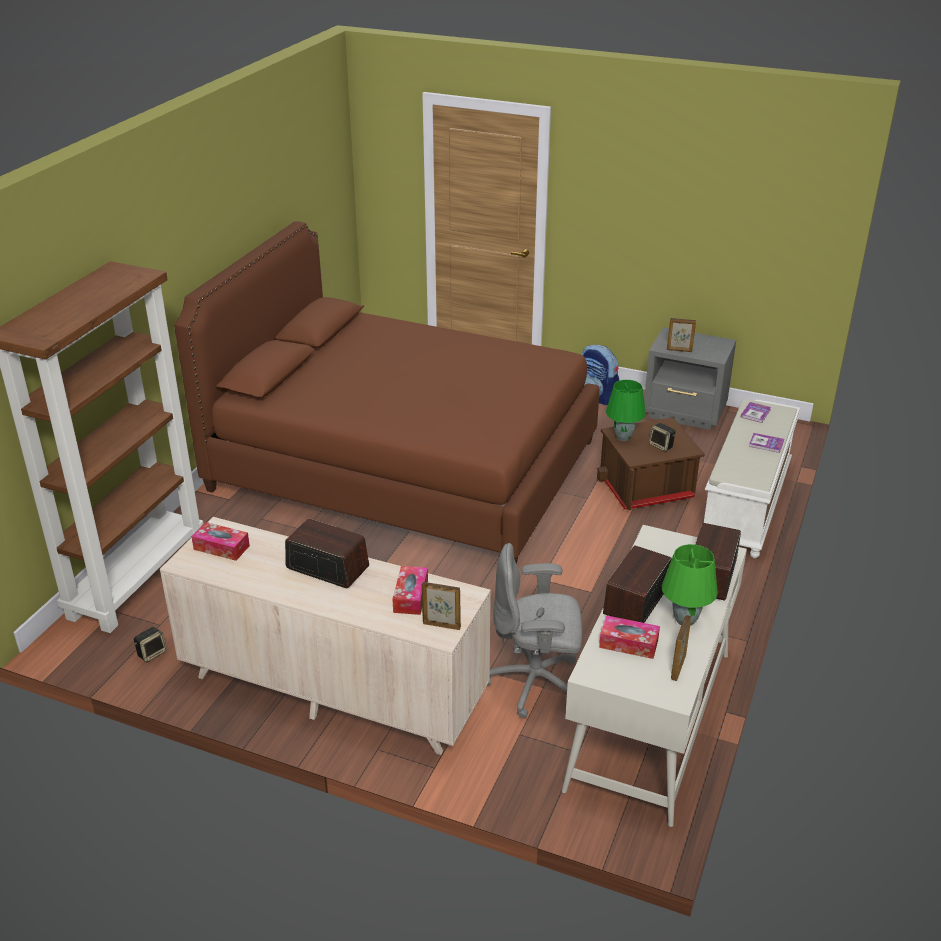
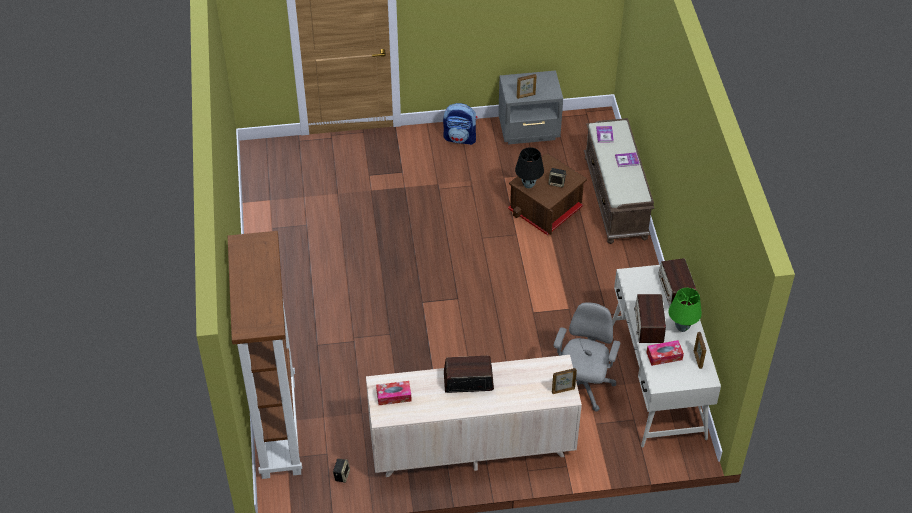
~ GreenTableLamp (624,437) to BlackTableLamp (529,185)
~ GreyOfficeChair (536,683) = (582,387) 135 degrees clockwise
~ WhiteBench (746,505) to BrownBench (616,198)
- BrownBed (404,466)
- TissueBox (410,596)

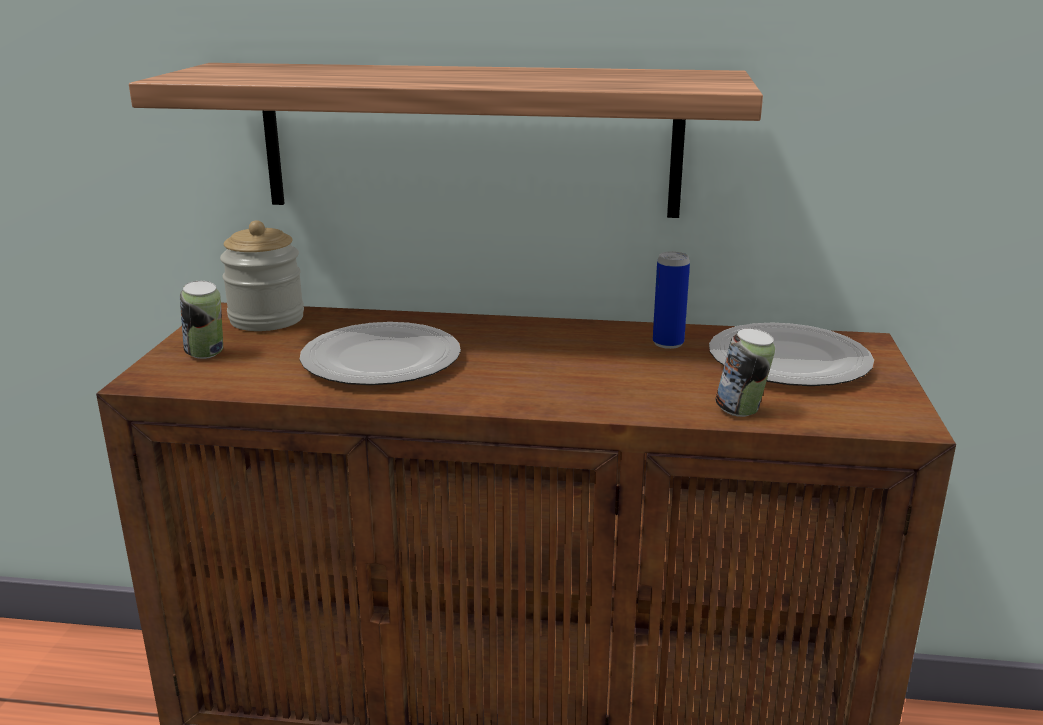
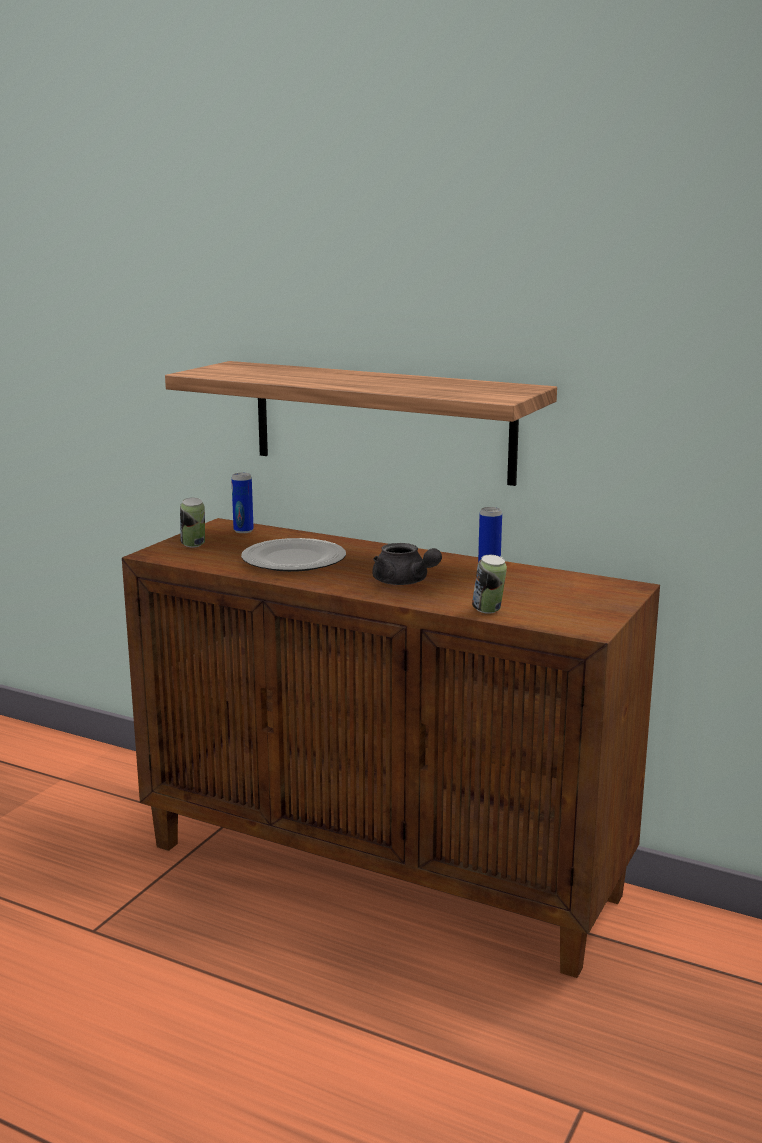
~ Jar (267,319) to Can (243,531)
+ GreyTeapot (404,582)
- Plate (787,361)

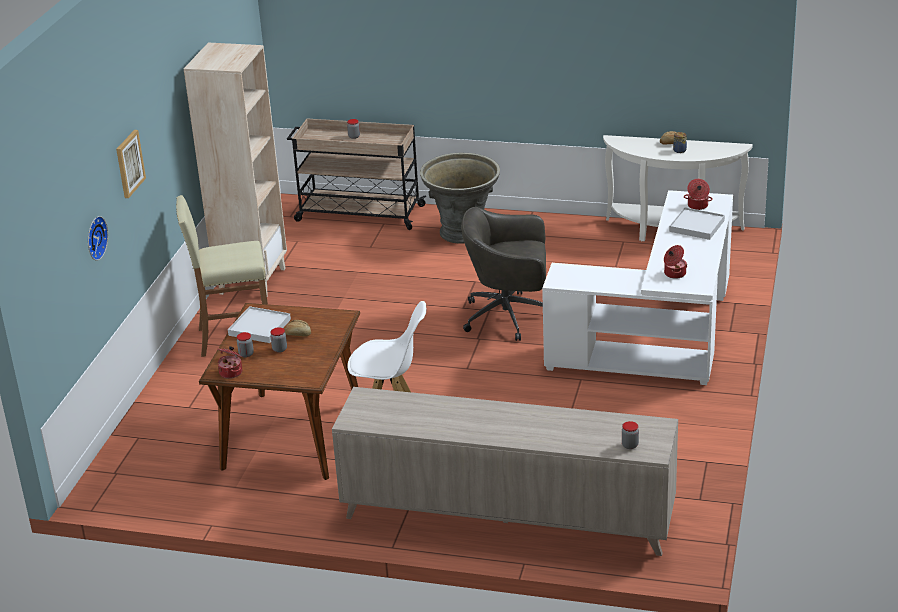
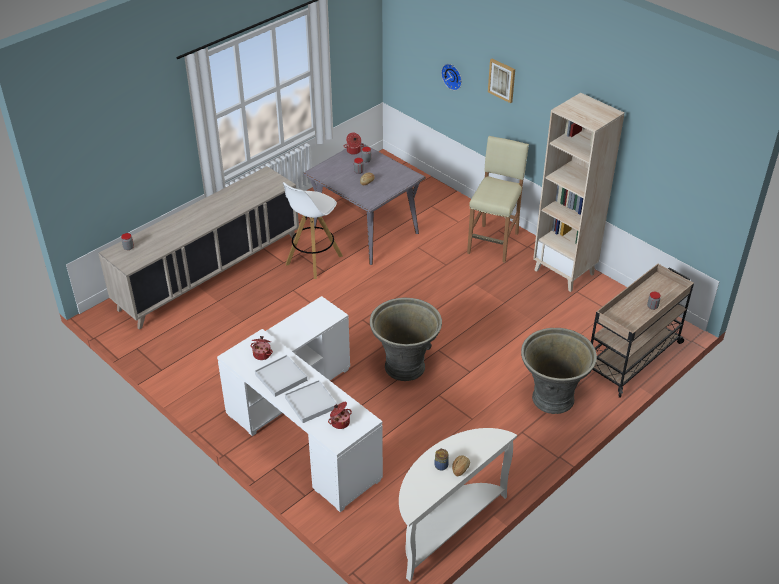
~ WhiteTray (259,327) to (281,377)
~ BrownDiningTable (292,435) to GreyDiningTable (365,231)
~ GreyOfficeChair (509,316) to GreyPlanter (405,366)

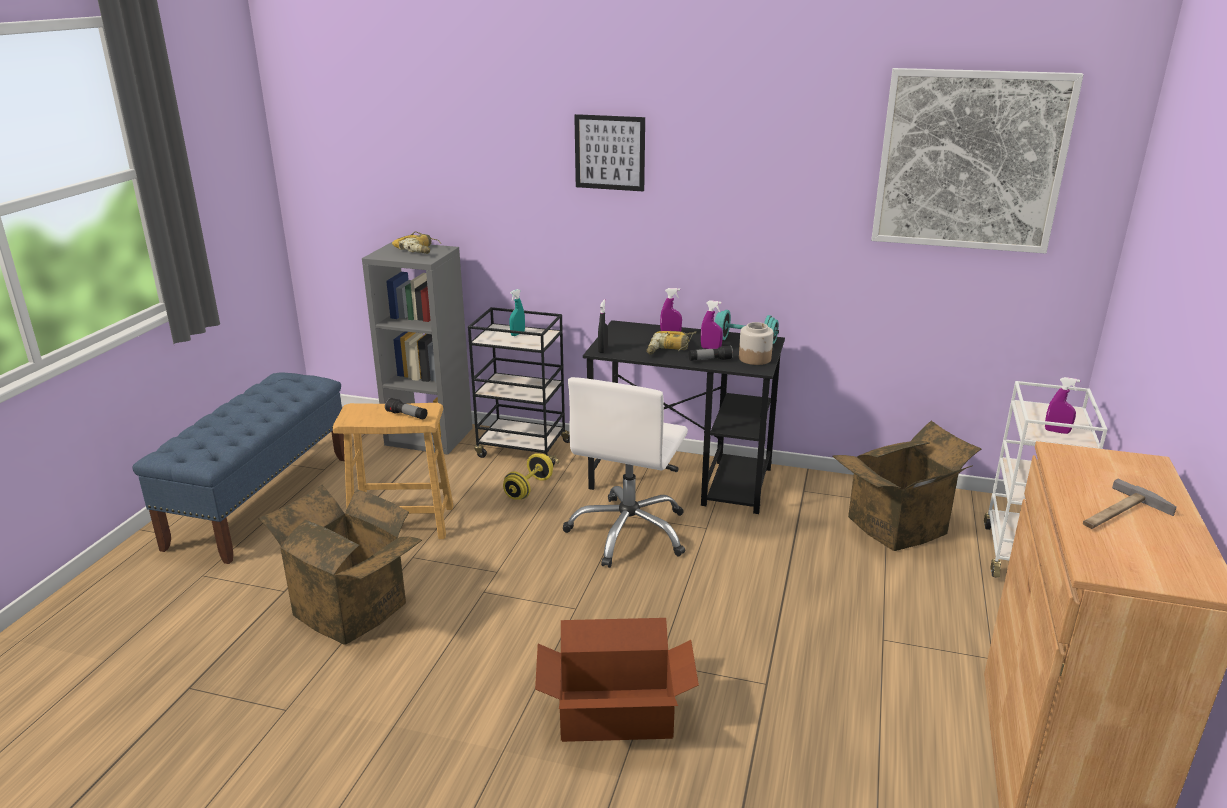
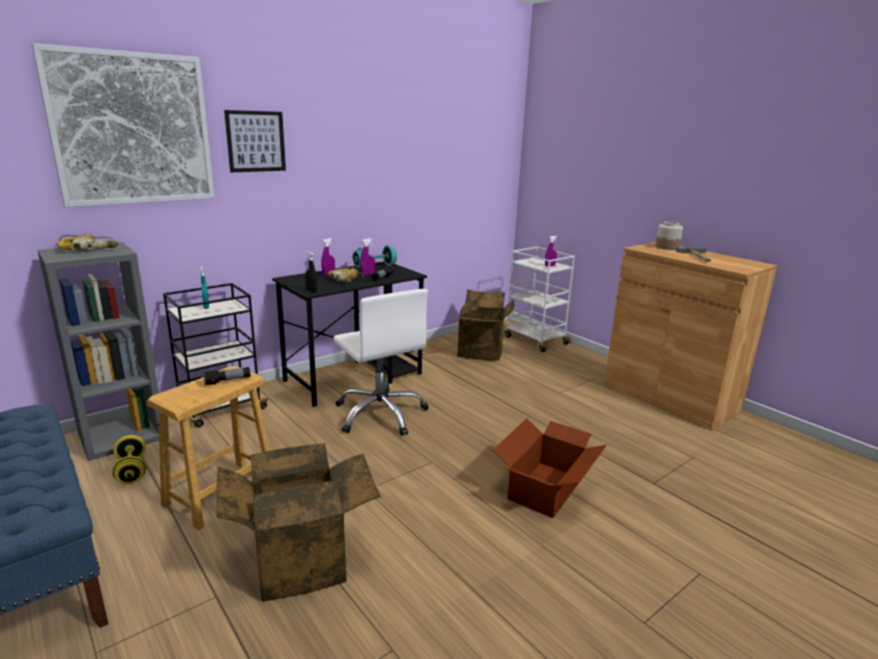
~ Picture (970,161) to (132,129)
~ YellowDumbbell (529,488) to (131,471)
~ Jar (755,358) to (667,247)

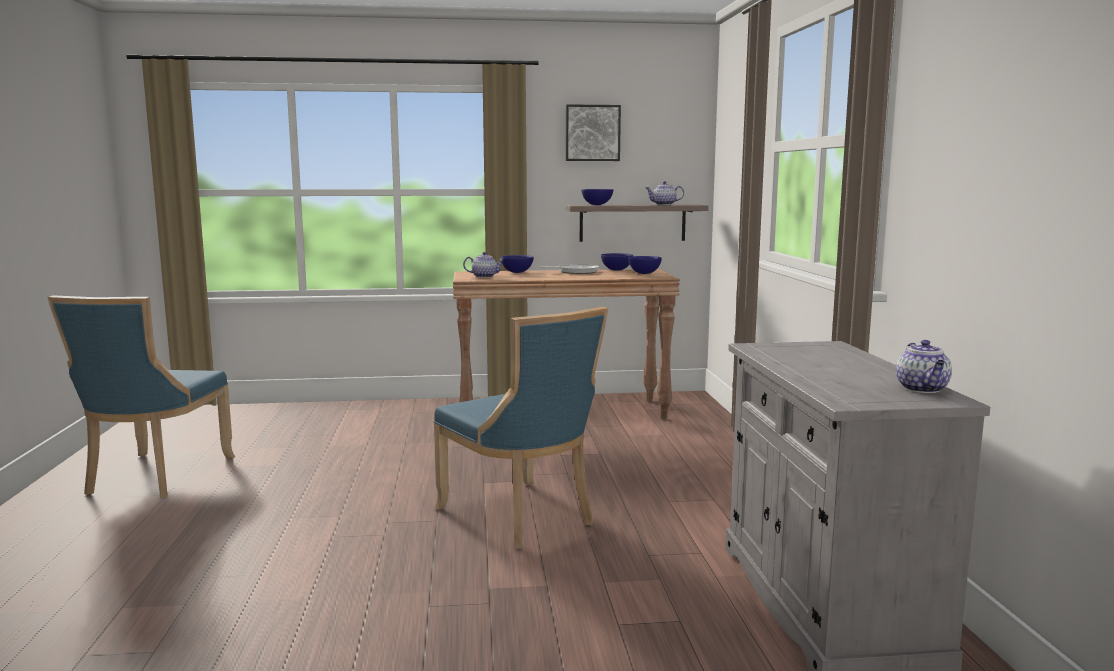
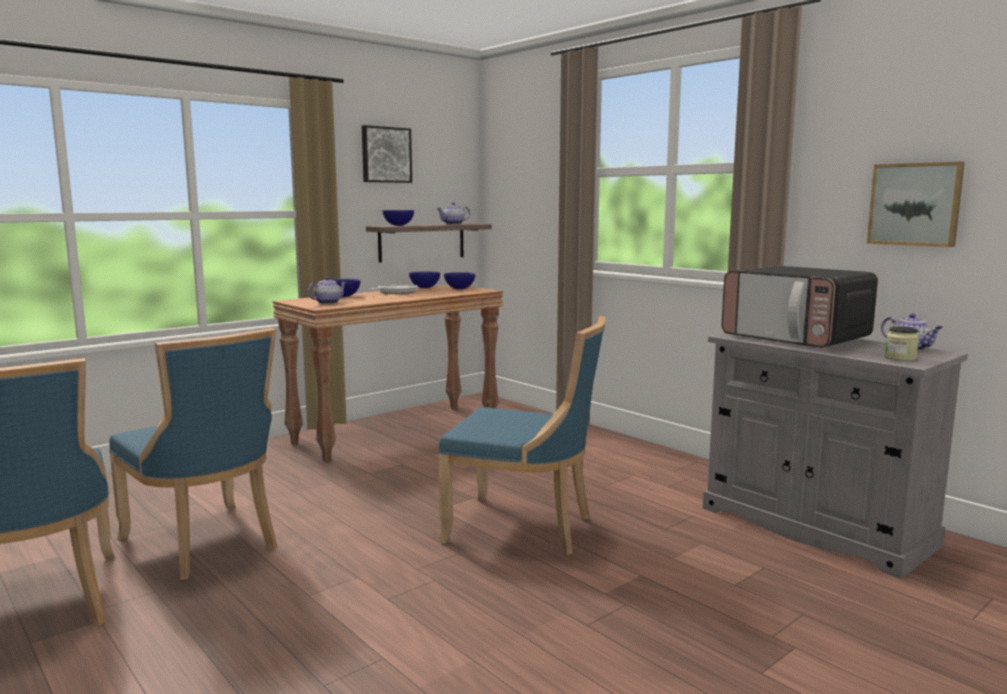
+ BlueChair (205,544)
+ Microwave (796,338)
+ Picture (915,204)
+ Jar (900,358)

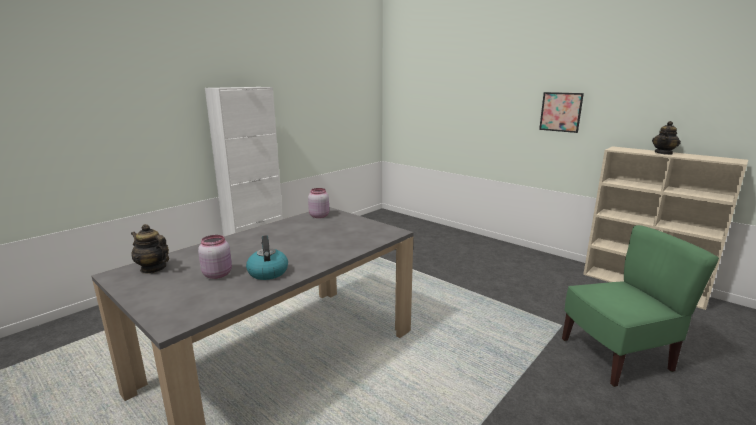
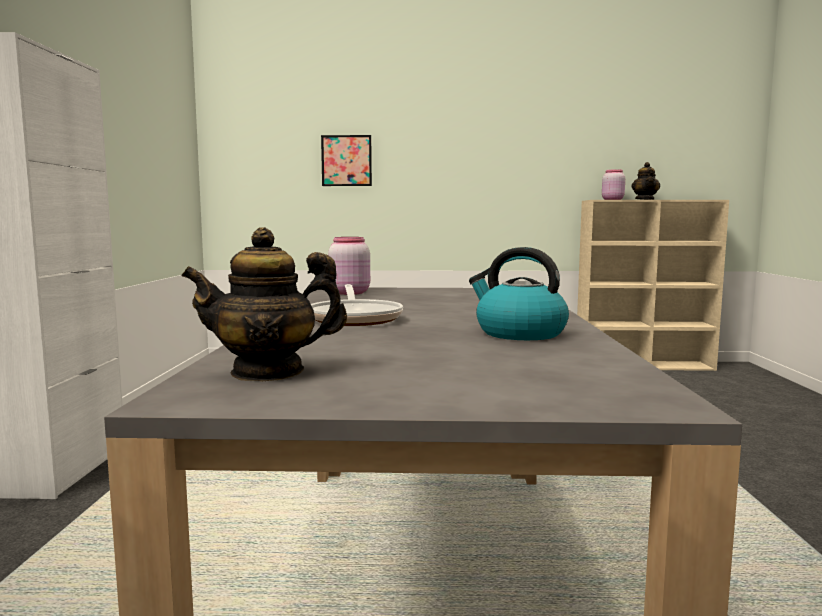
+ FryingPan (355,318)
~ Picture (560,112) to (346,160)
~ PinkJar (218,274) to (612,200)
- GreenChair (617,356)

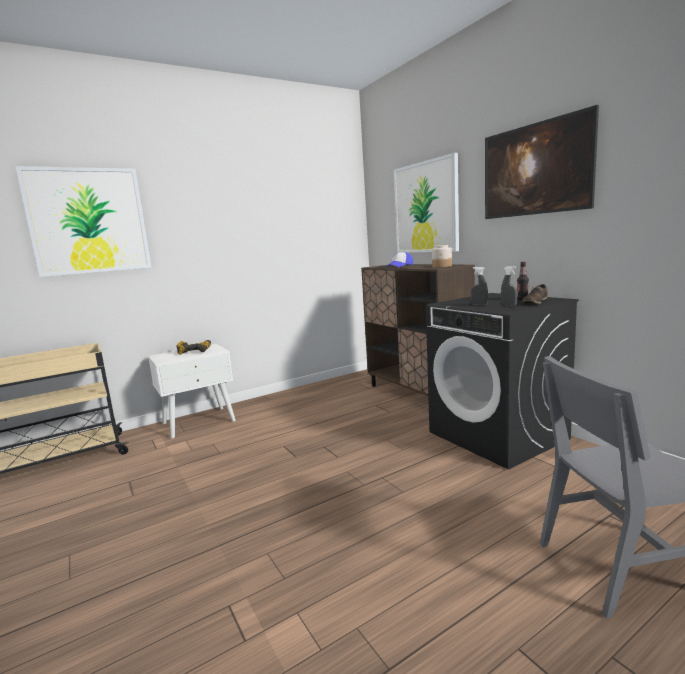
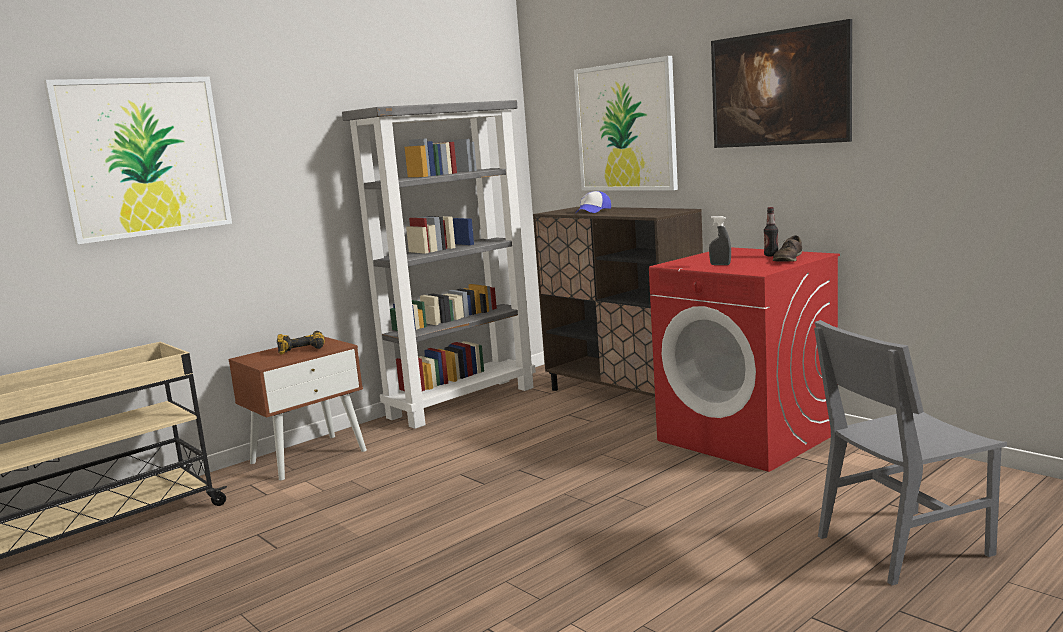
~ WhiteNightstand (199,422) to BrownNightstand (309,456)
+ GreyBookcase (462,402)
~ BlackWashingMachine (498,435) to RedWashingMachine (748,437)
- Jar (442,266)
- GreySprayBottle (509,306)

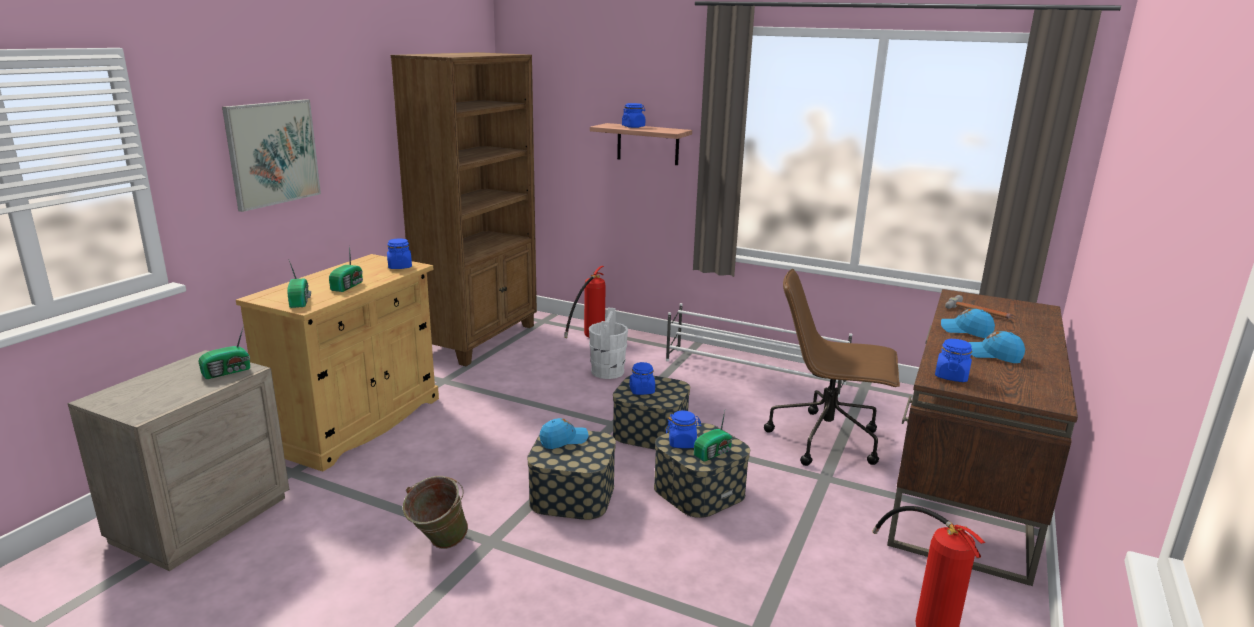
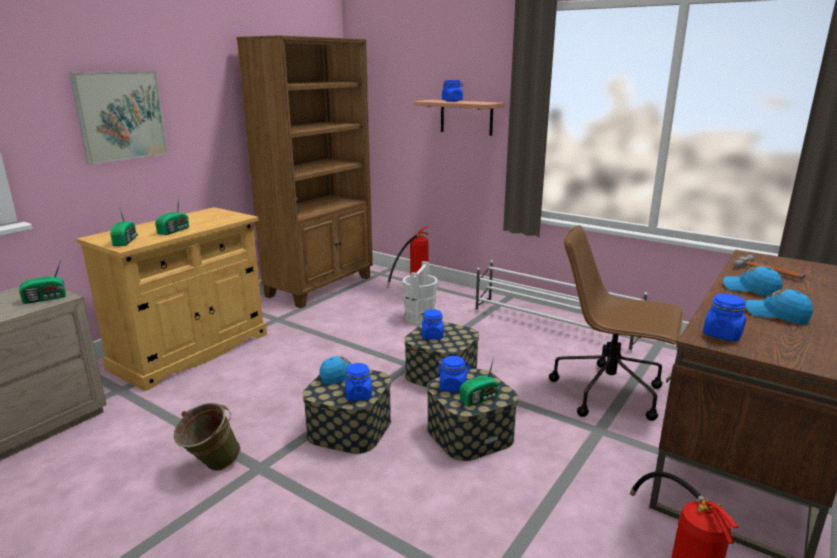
~ BlueJar (400,266) to (358,394)

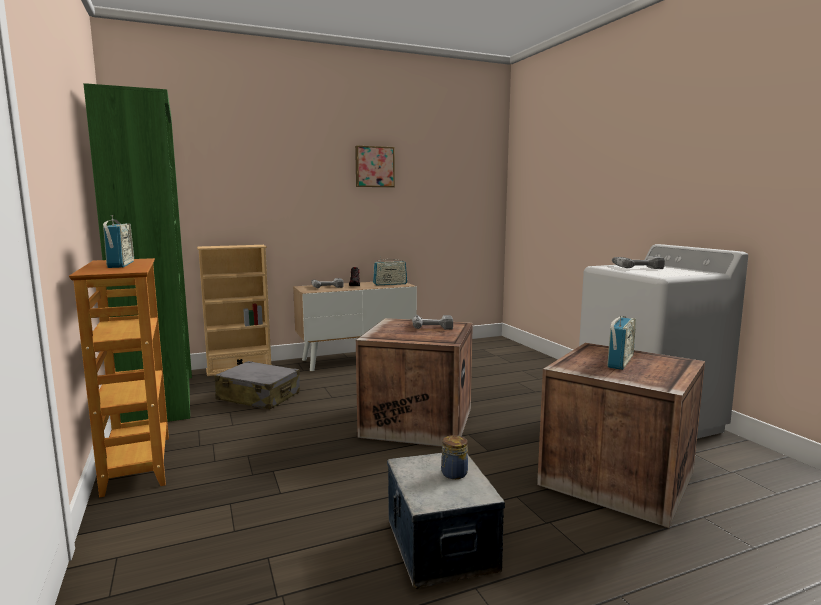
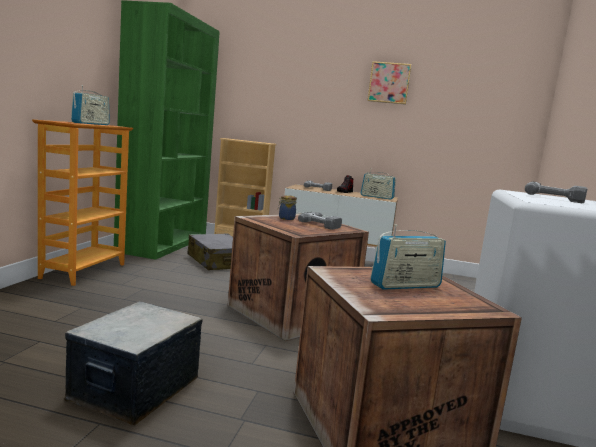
~ Jar (453,474) to (286,218)

